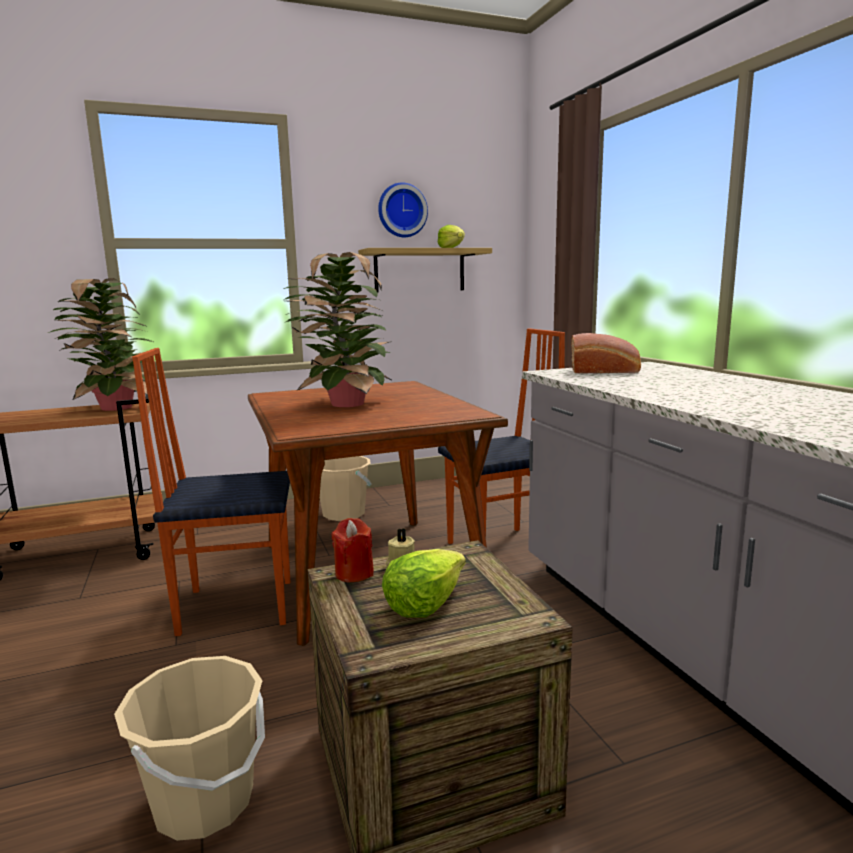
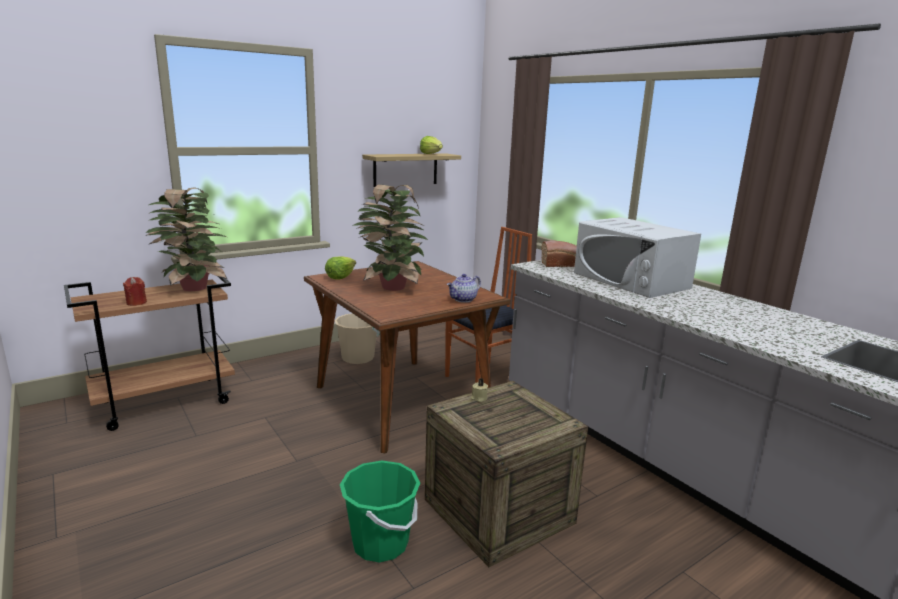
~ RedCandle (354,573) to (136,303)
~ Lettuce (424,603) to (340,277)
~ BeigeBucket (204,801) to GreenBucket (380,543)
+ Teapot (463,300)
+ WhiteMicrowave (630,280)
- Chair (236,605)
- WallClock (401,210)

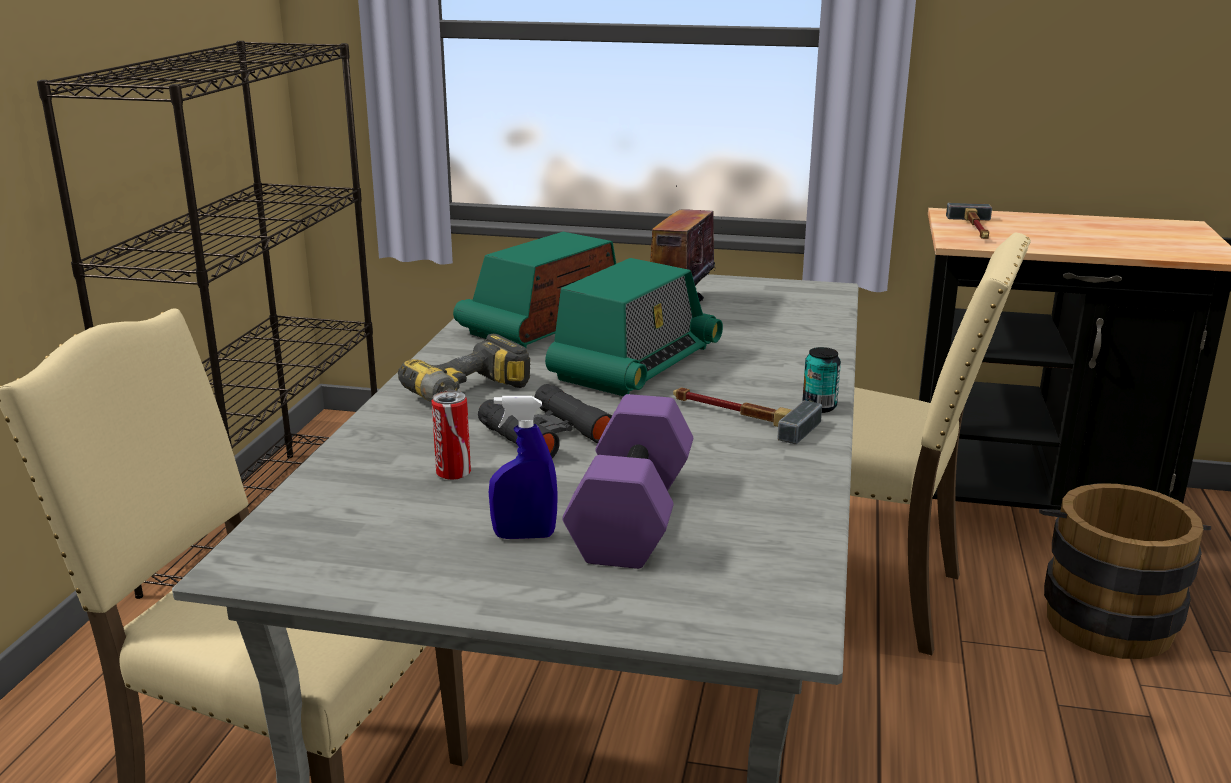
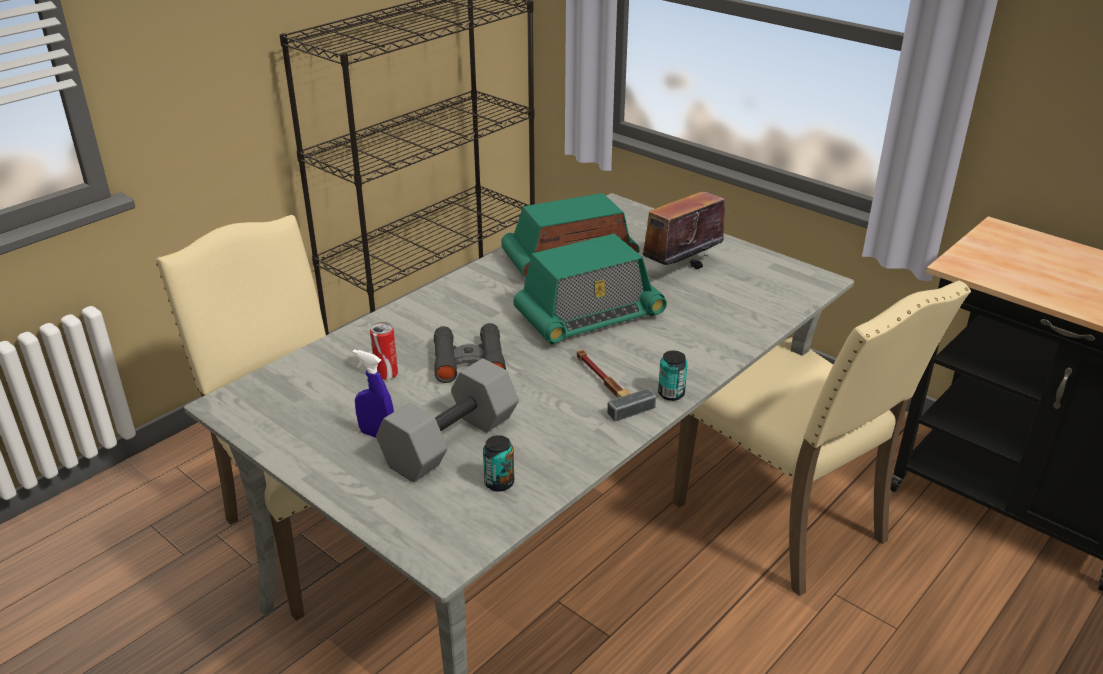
~ PurpleDumbbell (634,517) to GreyDumbbell (451,443)
+ Can (499,483)
- PowerDrill (473,397)
- Hammer (975,229)
- BrownBucket (1105,615)

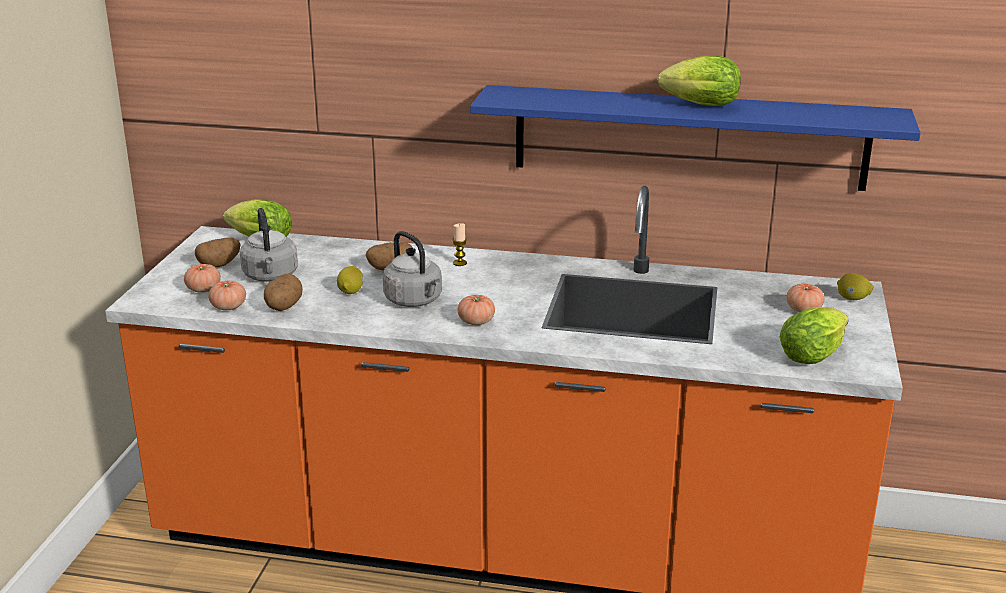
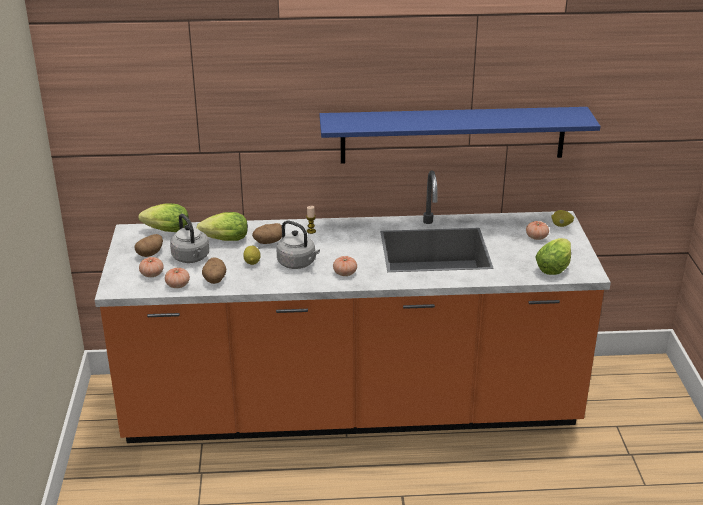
~ Lettuce (696,105) to (222,240)

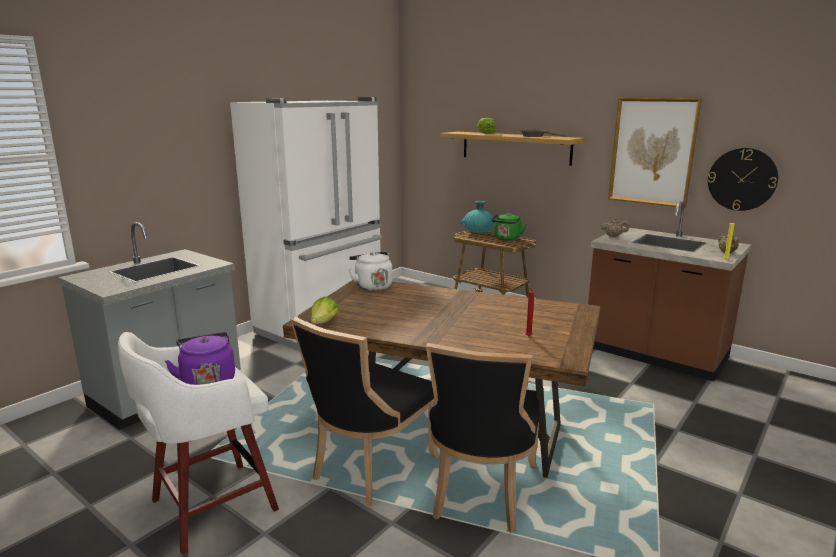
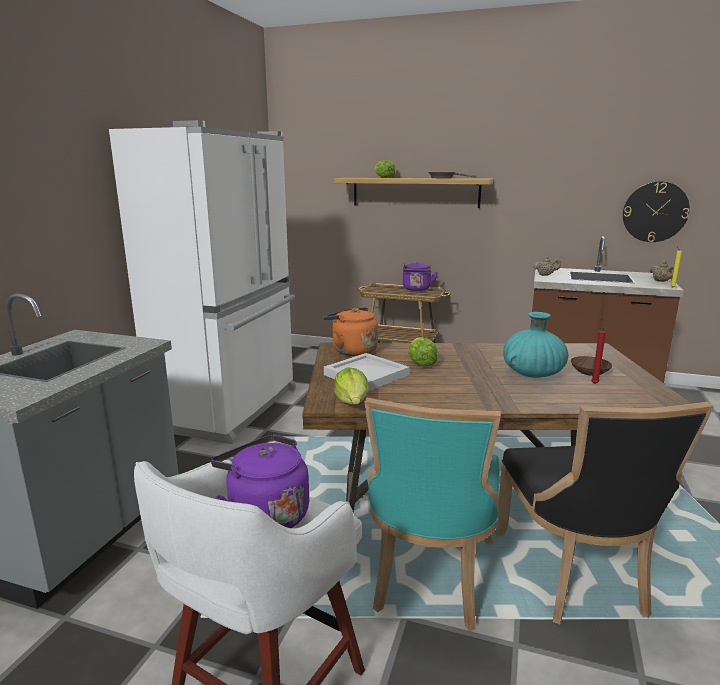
~ WhiteKettle (372,286) to OrangeKettle (352,350)
+ WhiteTray (365,375)
~ BlackChair (369,468) to TurquoiseChair (430,577)
~ GreenKettle (507,239) to PurpleKettle (416,289)
+ Lettuce (420,362)
~ TurquoiseVase (478,232) to (532,374)
+ BrownBowl (590,371)
- Picture (652,151)

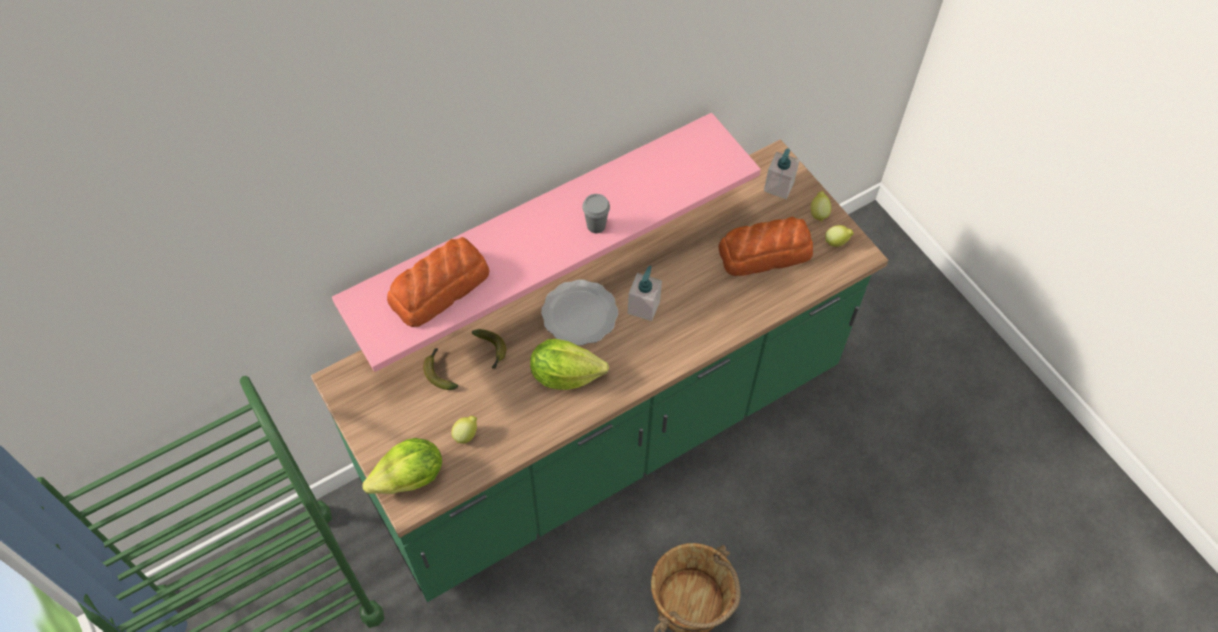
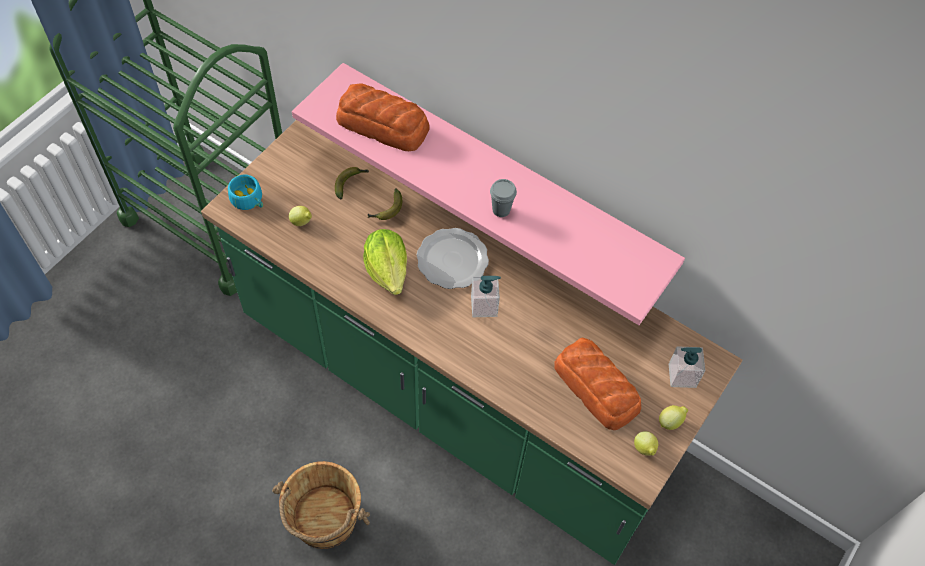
~ Lettuce (410,478) to TurquoiseCup (249,200)

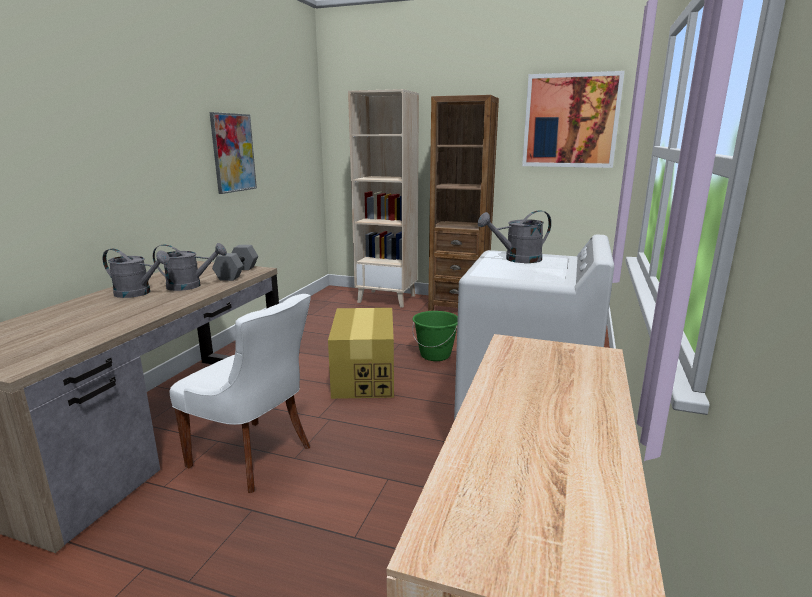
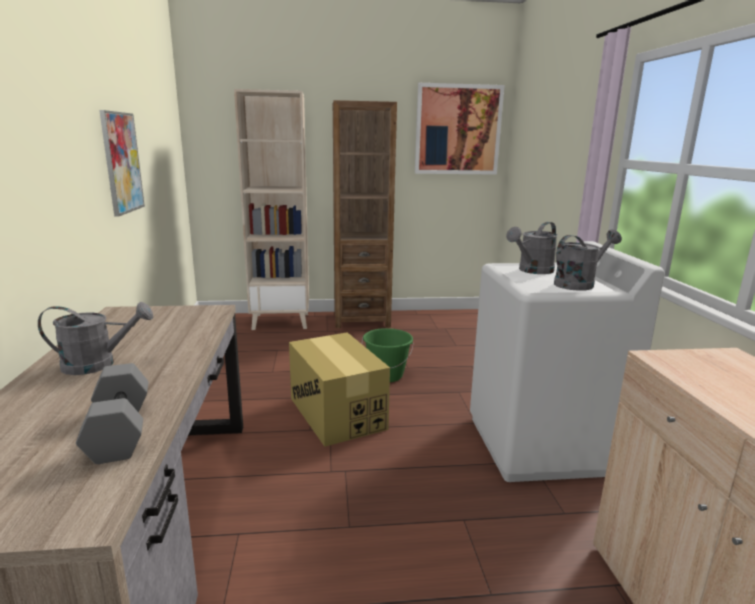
~ GreyDumbbell (236,273) to (117,430)
~ GreyWateringCan (190,286) to (579,284)
- WhiteChair (254,456)

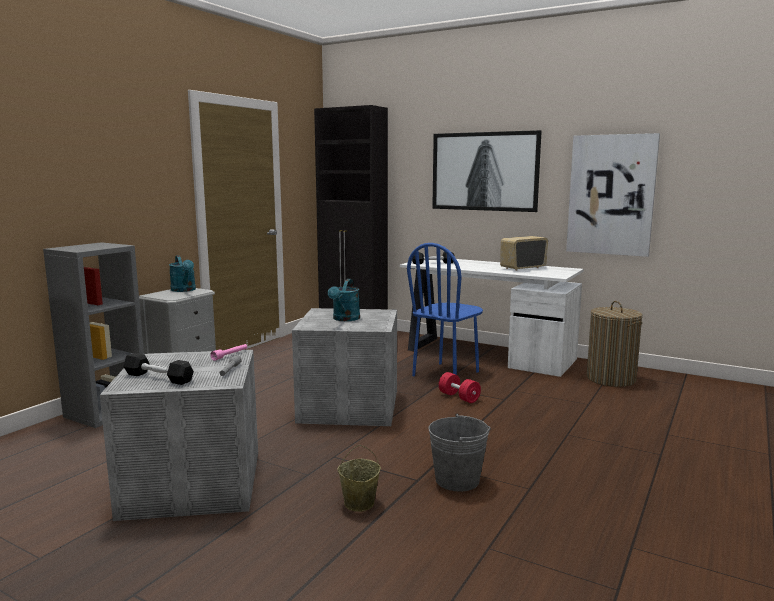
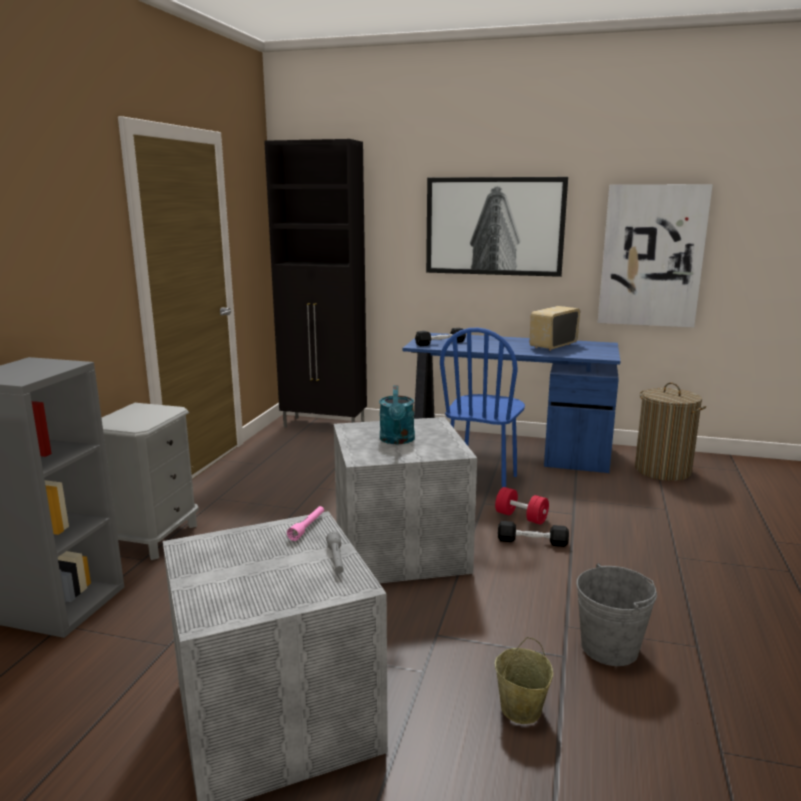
~ WhiteDesk (486,354) to BlueDesk (506,448)
~ BlackDumbbell (158,378) to (532,541)
- TurquoiseWateringCan (184,290)

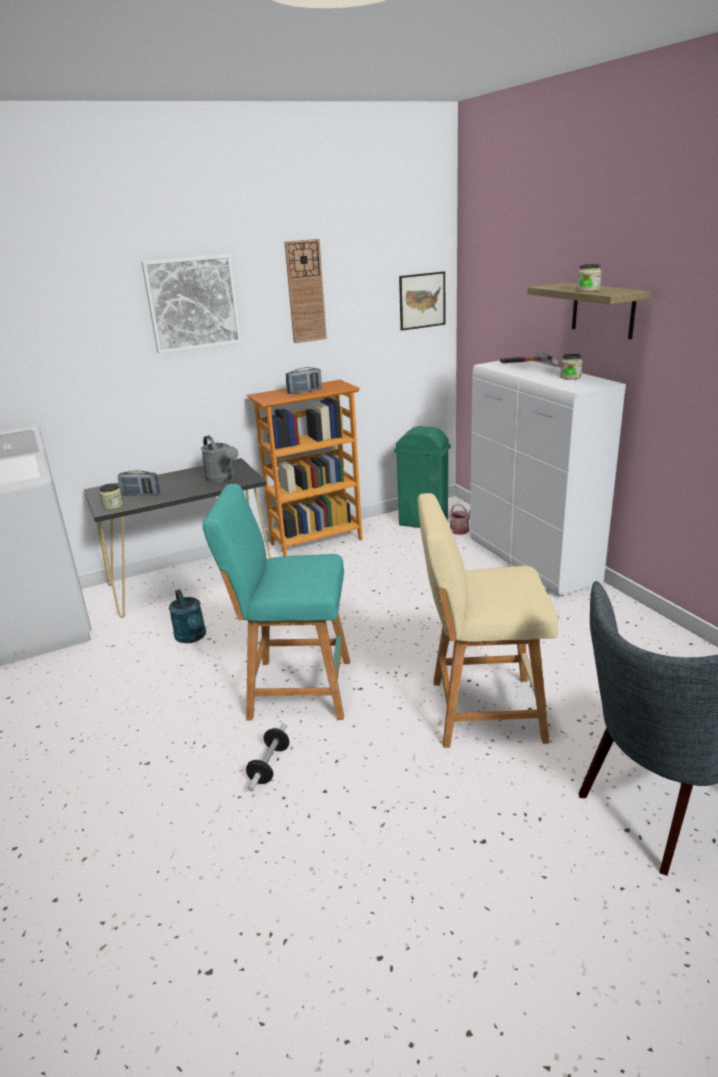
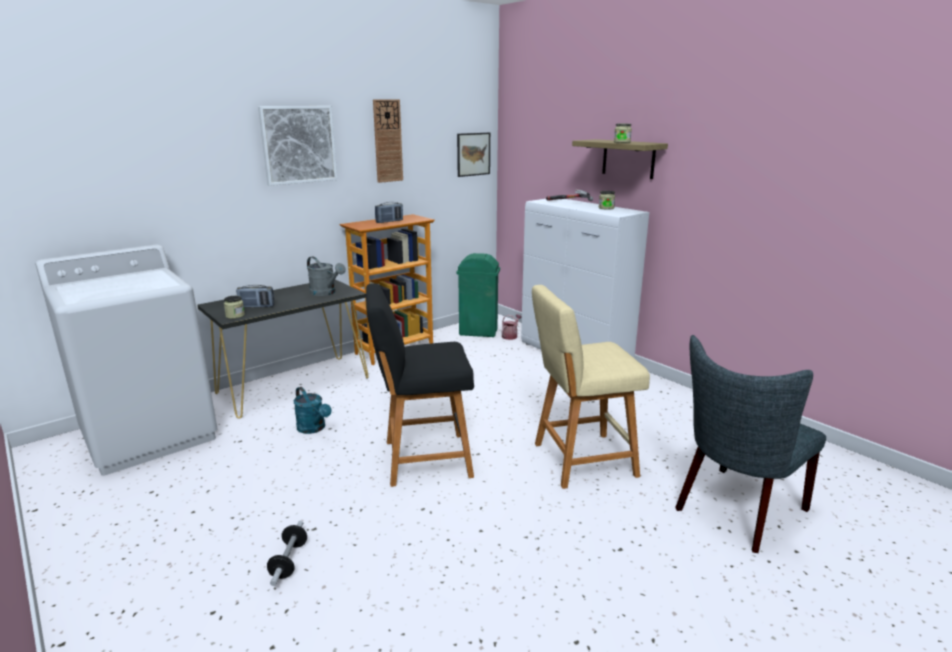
~ Dumbbell (269,765) to (289,561)
~ TurquoiseStool (294,689) to BlackStool (422,459)

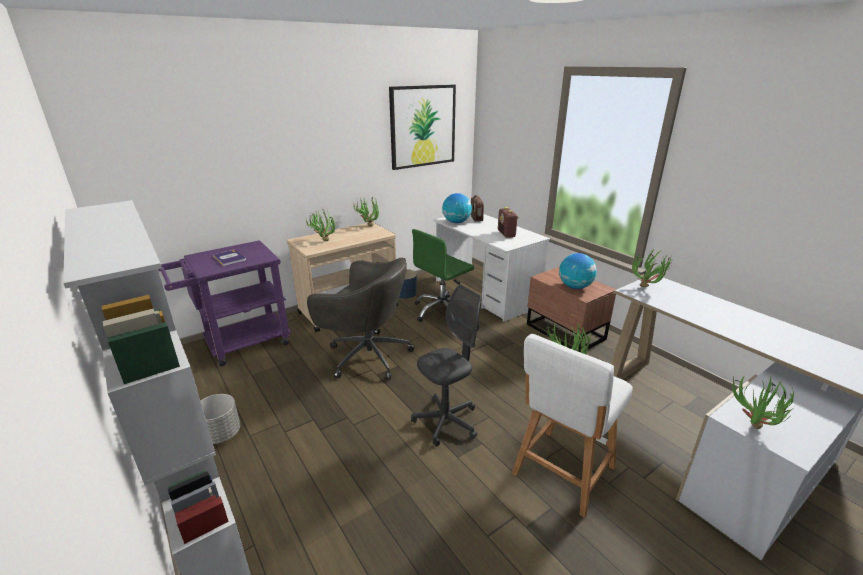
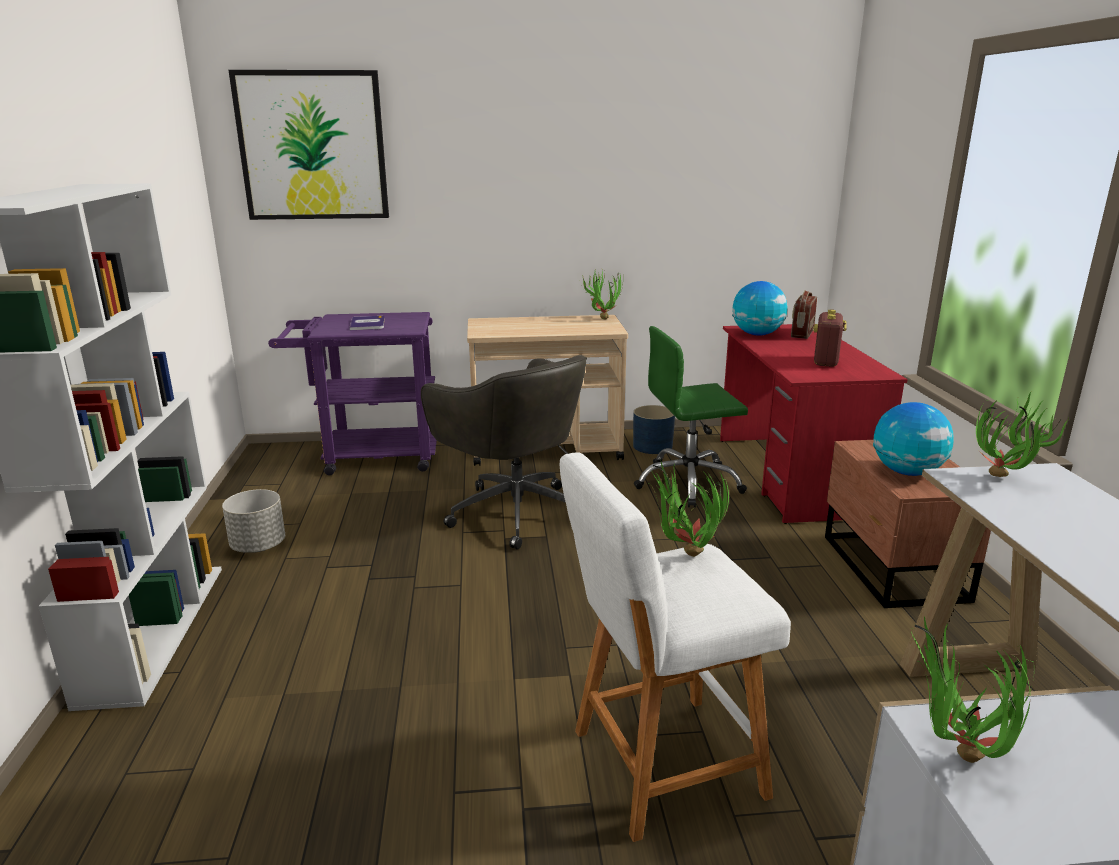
~ Picture (423,126) to (312,146)
~ WhiteDesk (485,293) to RedDesk (791,476)
- PottedPlant (323,240)
- GreyOfficeChair (446,422)

